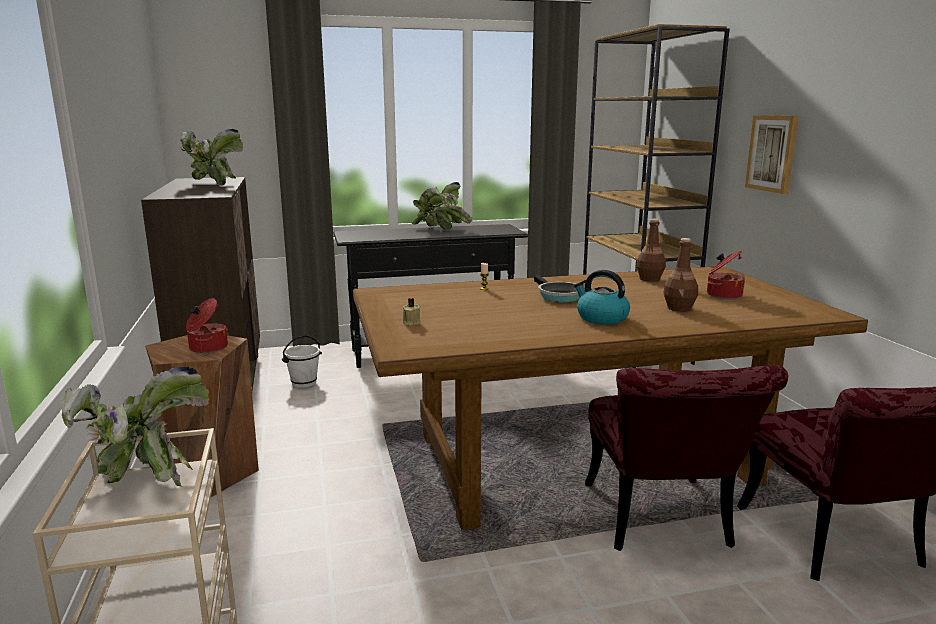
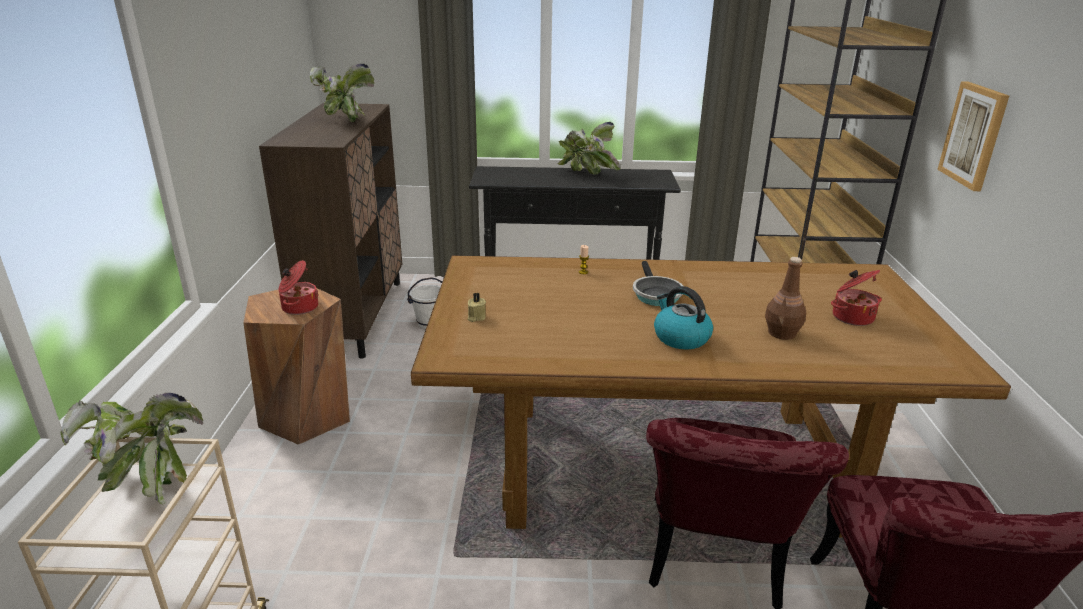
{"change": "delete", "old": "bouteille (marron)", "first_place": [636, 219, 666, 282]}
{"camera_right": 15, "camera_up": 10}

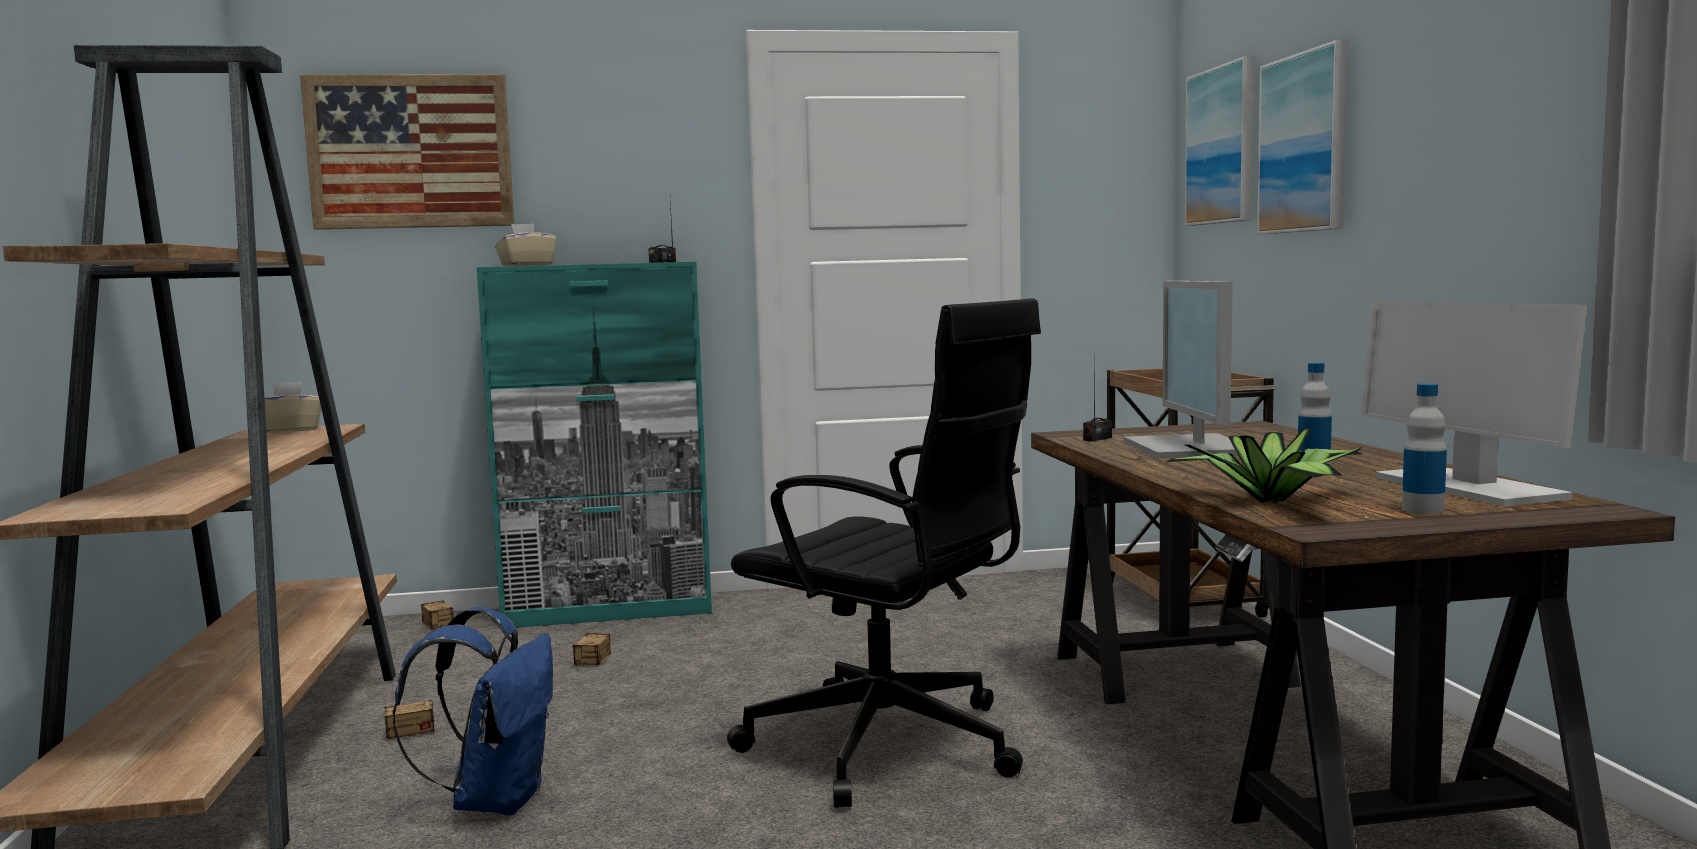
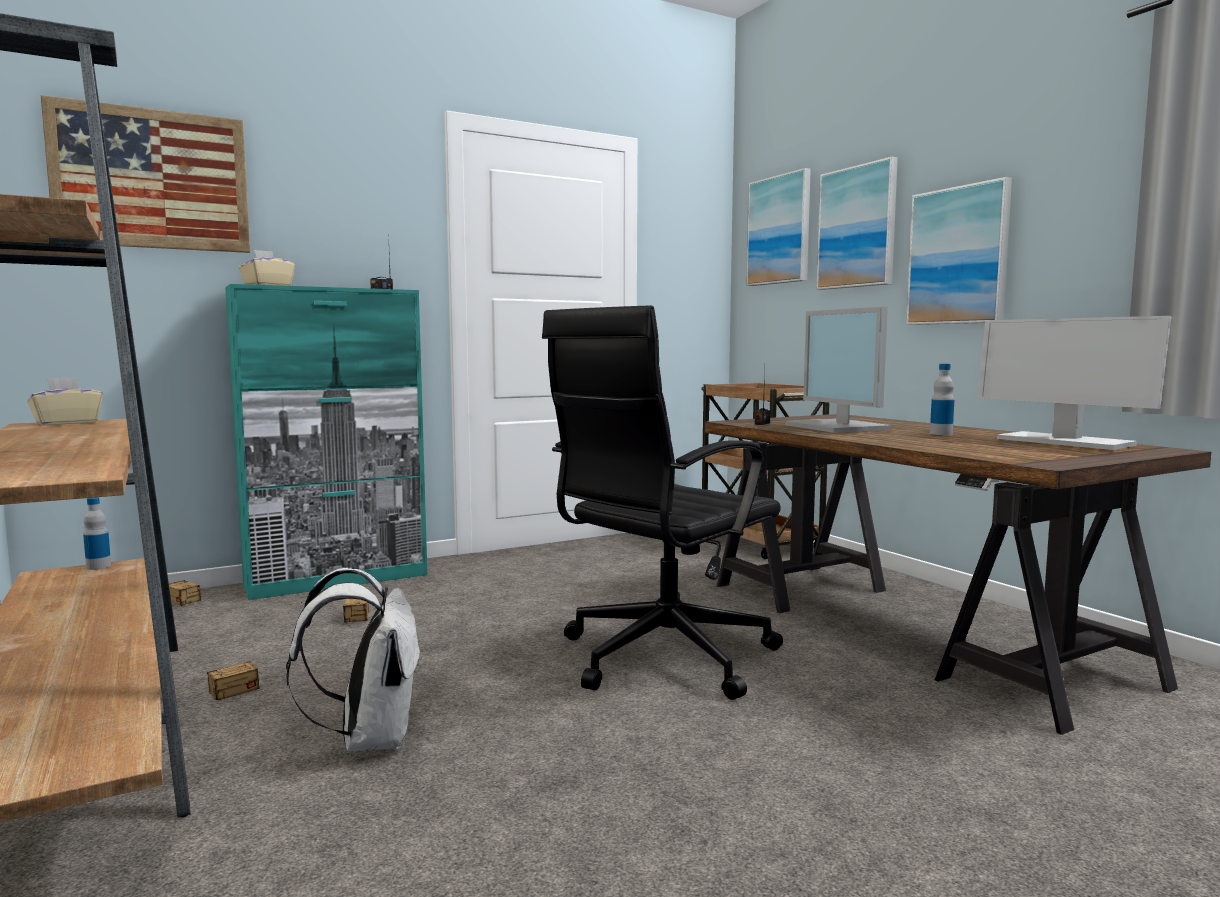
{"change": "delete", "old": "plante en pot", "first_place": [1166, 428, 1362, 504]}
{"change": "insert", "new": "tableau", "second_place": [906, 177, 1012, 325]}
{"change": "move", "old": "bouteille", "first_place": [1402, 383, 1447, 514], "second_place": [83, 497, 111, 570]}
{"change": "recolor", "old": "sac à dos (bleu)", "new": "sac à dos (blanc)", "first_place": [393, 607, 553, 815], "second_place": [286, 568, 422, 752]}
{"change": "rotate", "old": "chaise de bureau (noir)", "first_place": [727, 298, 1041, 808], "second_place": [542, 305, 783, 700], "degrees": 120}
{"camera_right": -20, "camera_up": 0}

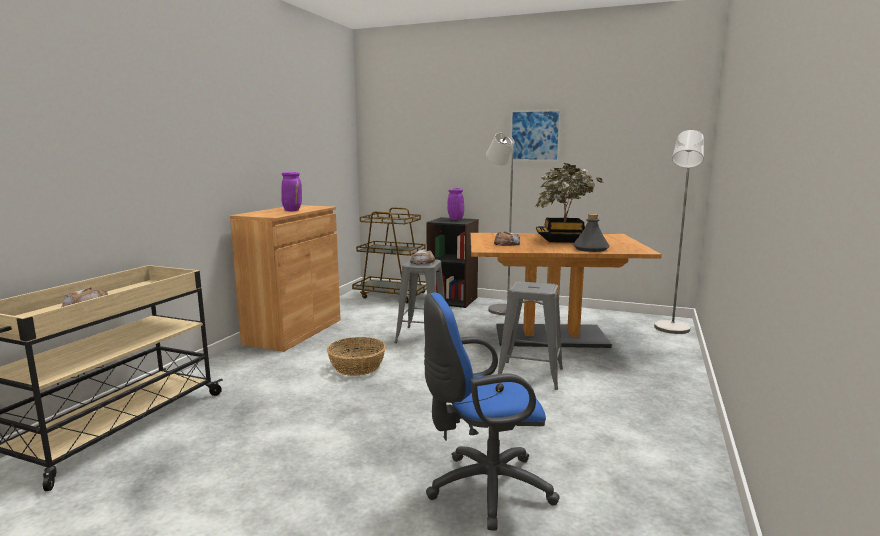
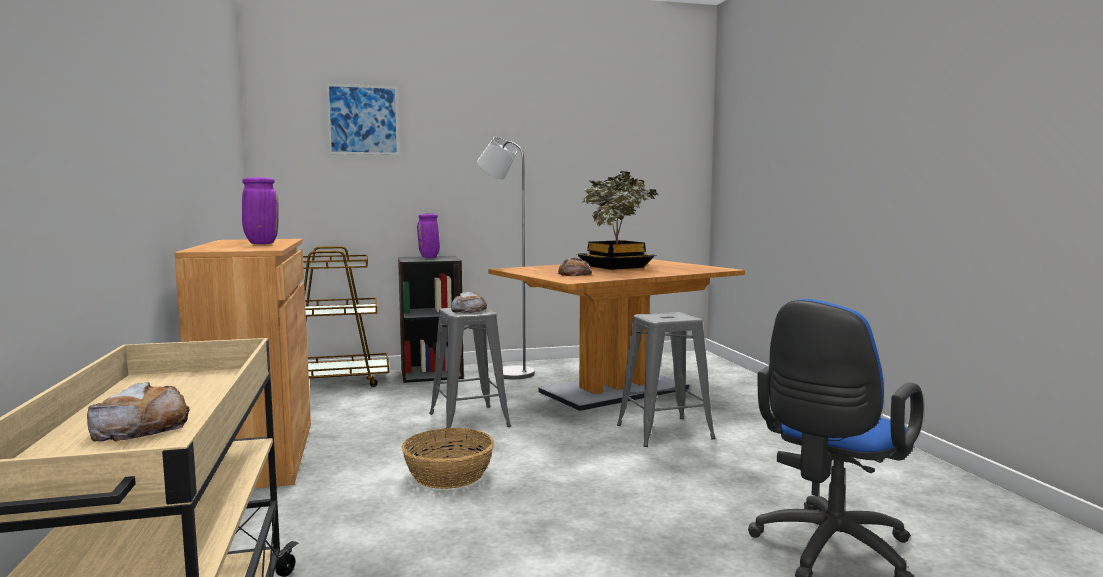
{"change": "delete", "old": "bouteille (gris)", "first_place": [573, 214, 610, 252]}
{"change": "delete", "old": "lampadaire (gris)", "first_place": [654, 130, 704, 334]}
{"change": "move", "old": "tableau", "first_place": [510, 109, 561, 161], "second_place": [326, 84, 399, 155]}
{"camera_right": -35, "camera_up": -5}

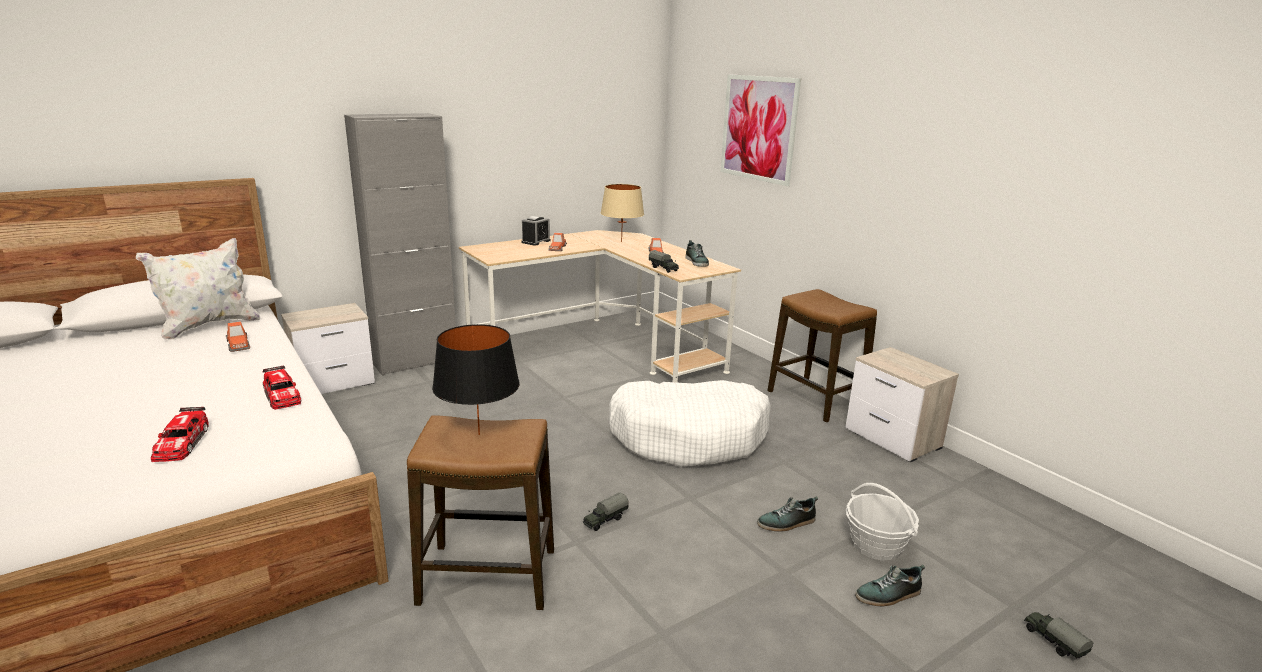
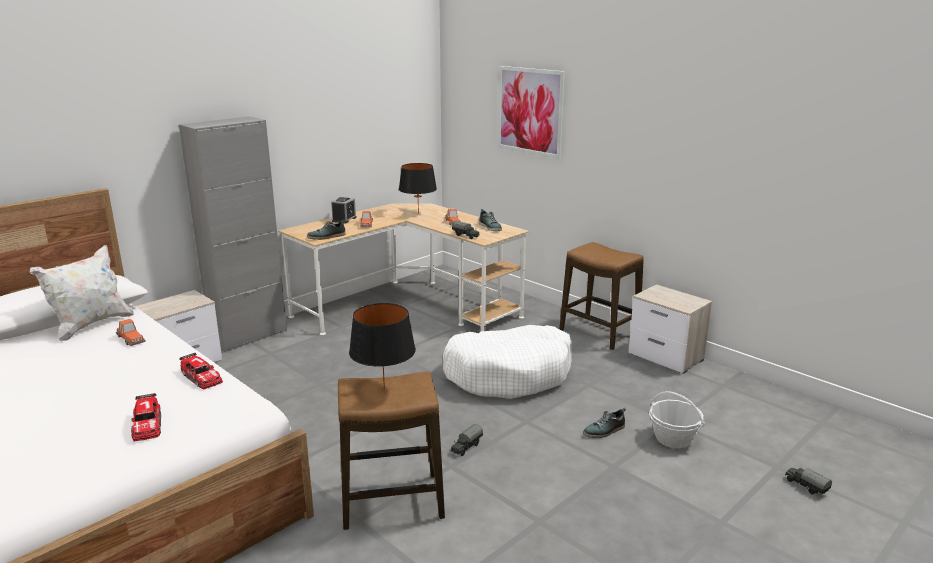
{"change": "move", "old": "chaussure", "first_place": [855, 565, 925, 606], "second_place": [307, 220, 346, 240]}
{"change": "recolor", "old": "lampe de table (beige)", "new": "lampe de table (noir)", "first_place": [601, 184, 644, 242], "second_place": [399, 163, 437, 214]}
{"camera_right": -10, "camera_up": 0}

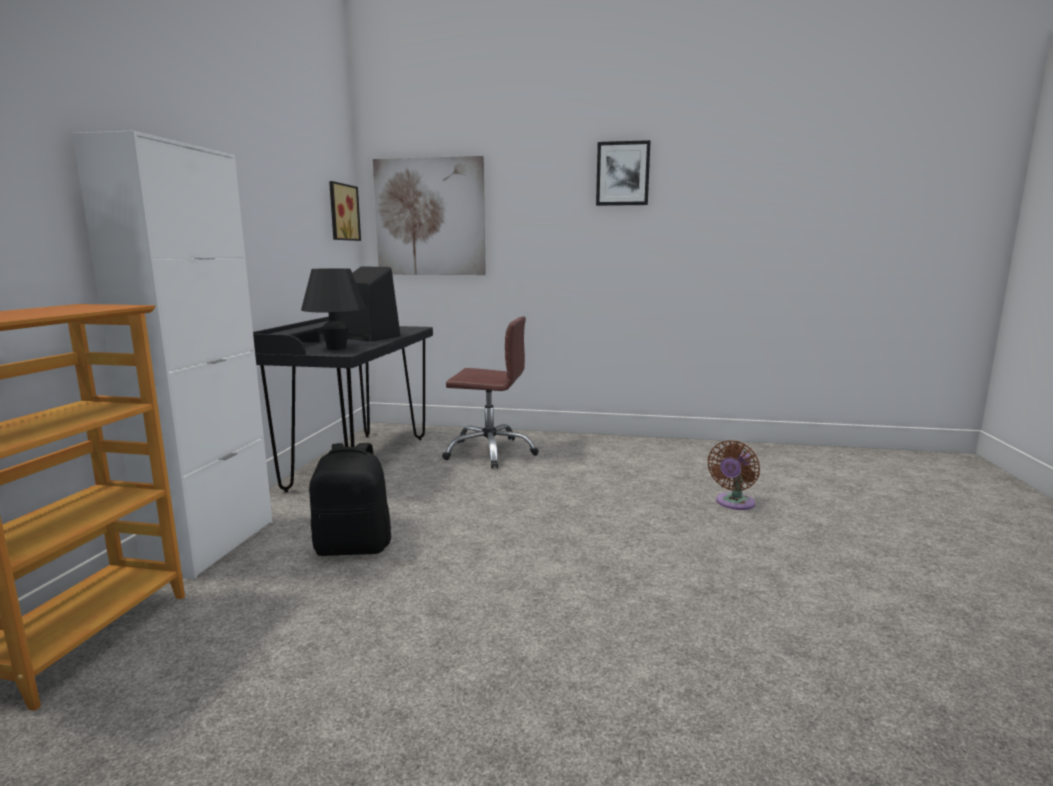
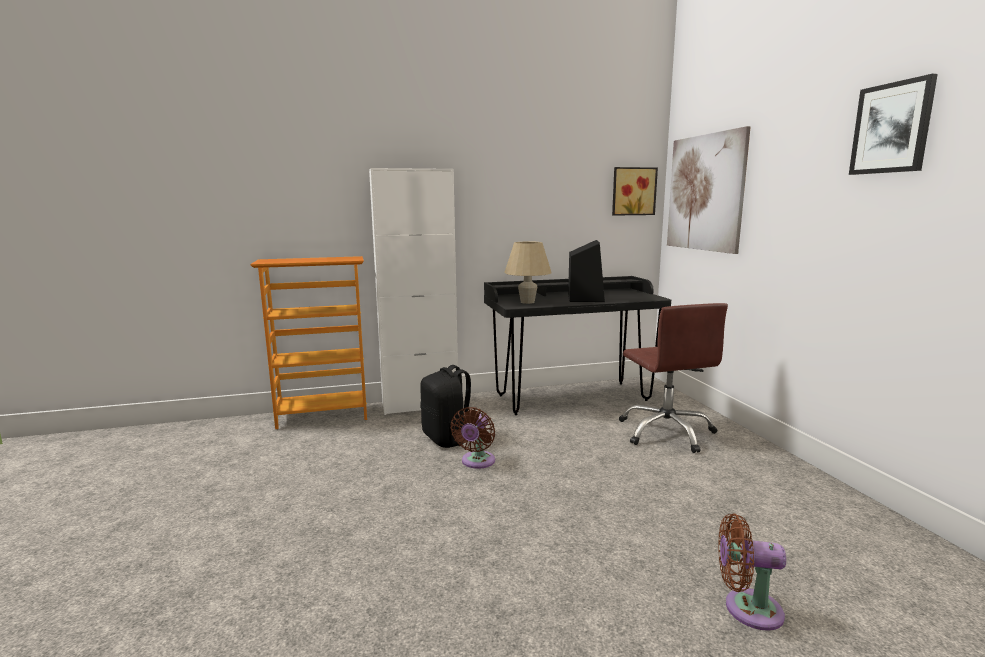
{"change": "insert", "new": "ventilateur (marron)", "second_place": [450, 407, 495, 469]}
{"change": "recolor", "old": "lampe de table (noir)", "new": "lampe de table (beige)", "first_place": [301, 268, 366, 350], "second_place": [504, 242, 552, 304]}
{"camera_right": 65, "camera_up": 0}

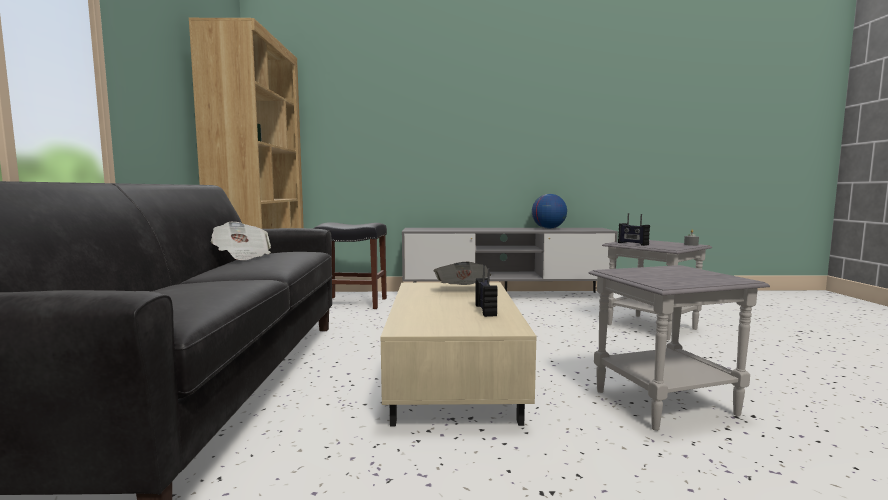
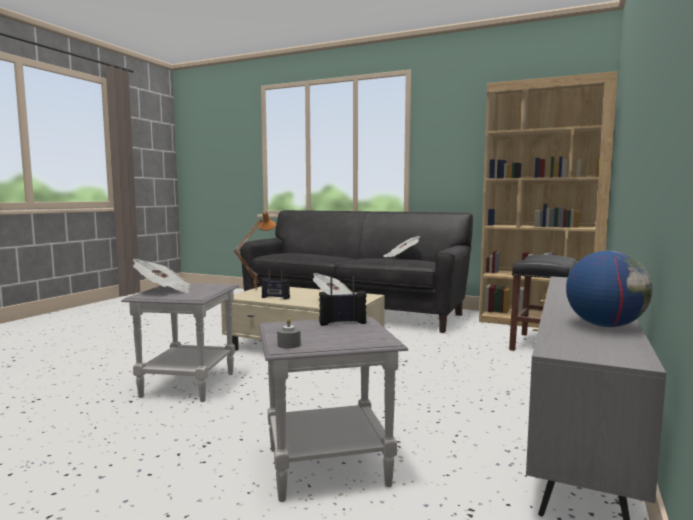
{"change": "insert", "new": "journal", "second_place": [133, 259, 190, 293]}
{"change": "insert", "new": "lampe de table (orange)", "second_place": [234, 211, 276, 291]}
{"camera_right": 115, "camera_up": 0}

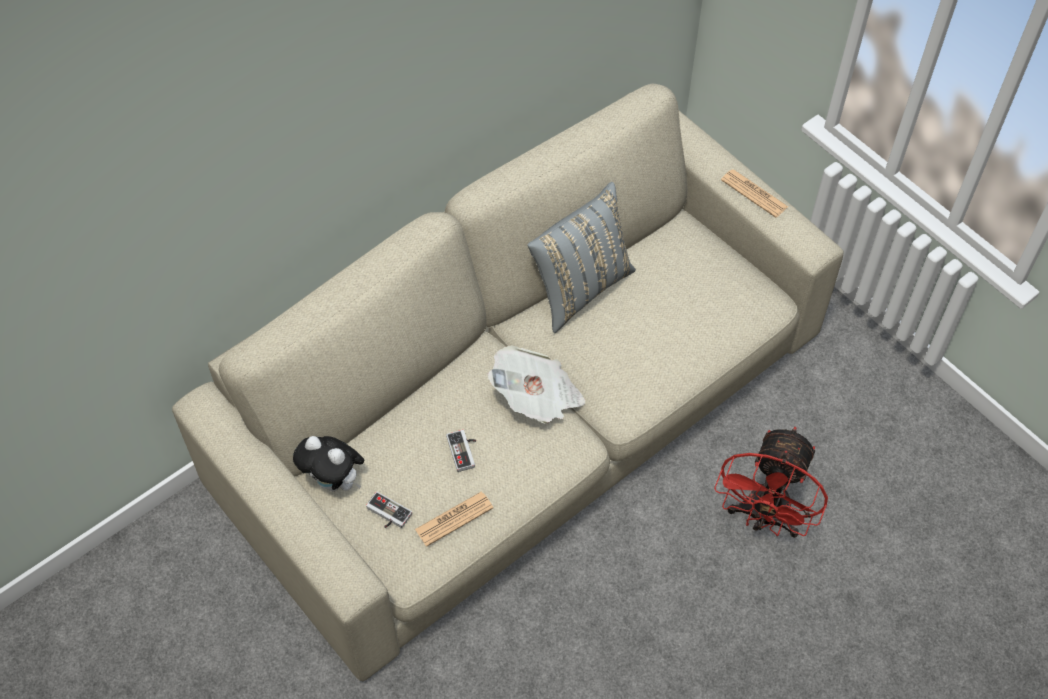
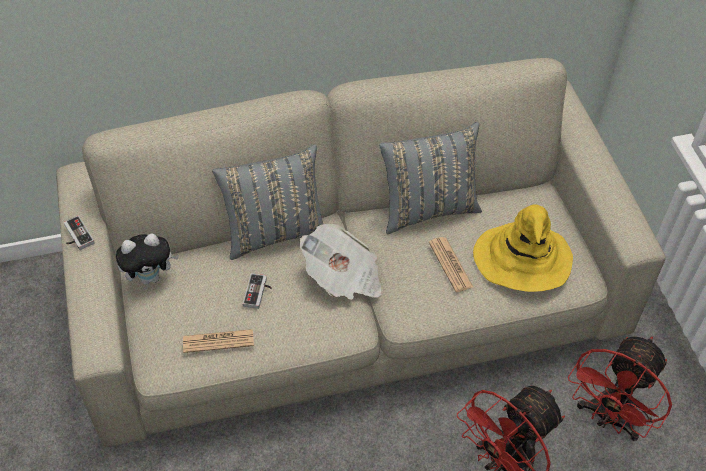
{"change": "insert", "new": "coussin (gris)", "second_place": [212, 144, 323, 260]}
{"change": "insert", "new": "chapeau (jaune)", "second_place": [473, 204, 573, 292]}
{"change": "insert", "new": "ventilateur (rouge)", "second_place": [568, 337, 672, 441]}
{"change": "move", "old": "manette", "first_place": [366, 491, 412, 528], "second_place": [64, 215, 95, 250]}
{"change": "move", "old": "journal", "first_place": [721, 169, 788, 218], "second_place": [429, 237, 473, 292]}
{"change": "rotate", "old": "peluche", "first_place": [293, 436, 364, 491], "second_place": [116, 234, 179, 285], "degrees": -75}
{"camera_right": 25, "camera_up": -5}

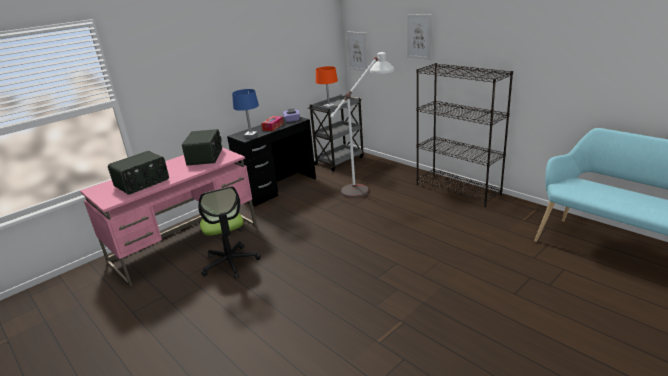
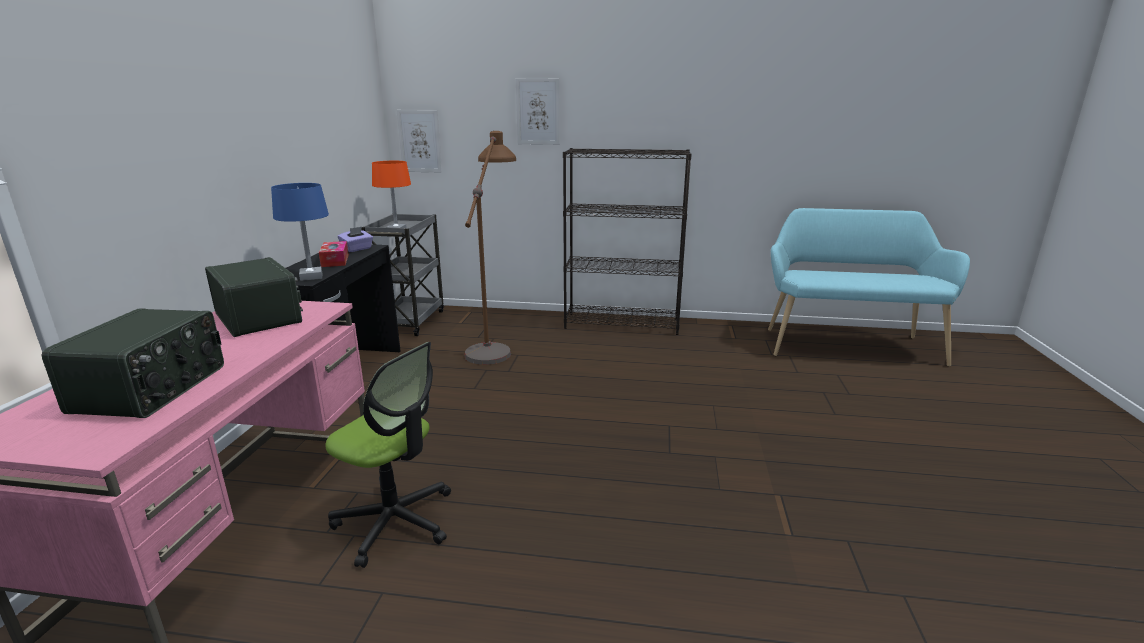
{"change": "recolor", "old": "lampadaire (blanc)", "new": "lampadaire (marron)", "first_place": [330, 52, 394, 199], "second_place": [464, 131, 516, 365]}
{"camera_right": -40, "camera_up": -5}

